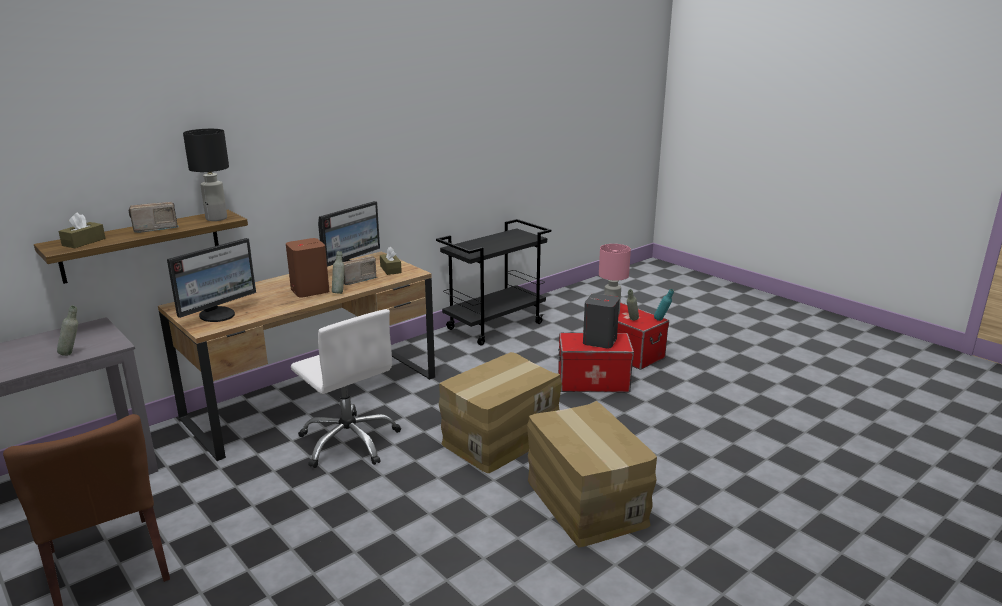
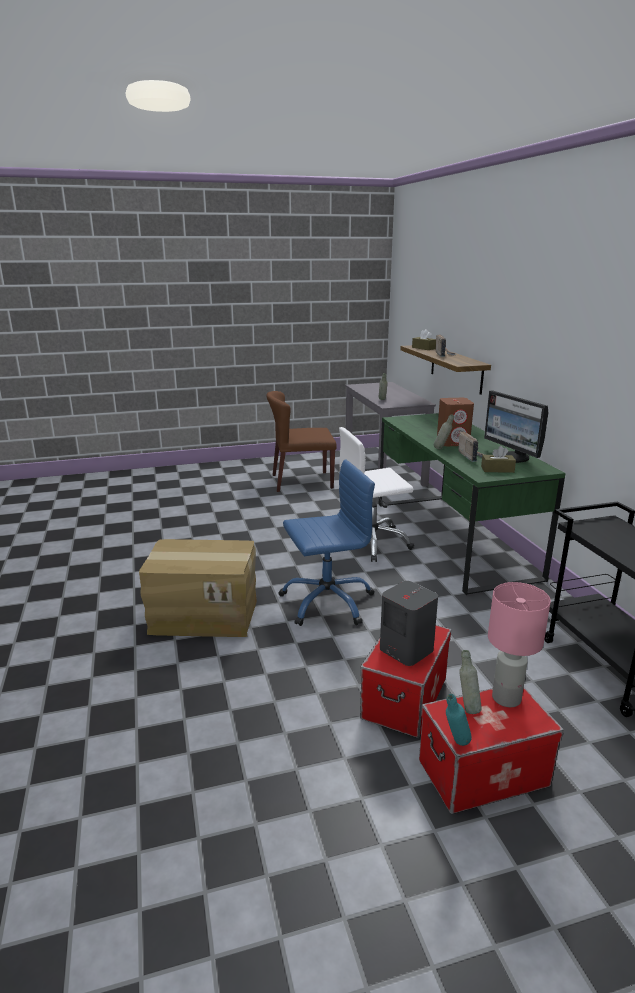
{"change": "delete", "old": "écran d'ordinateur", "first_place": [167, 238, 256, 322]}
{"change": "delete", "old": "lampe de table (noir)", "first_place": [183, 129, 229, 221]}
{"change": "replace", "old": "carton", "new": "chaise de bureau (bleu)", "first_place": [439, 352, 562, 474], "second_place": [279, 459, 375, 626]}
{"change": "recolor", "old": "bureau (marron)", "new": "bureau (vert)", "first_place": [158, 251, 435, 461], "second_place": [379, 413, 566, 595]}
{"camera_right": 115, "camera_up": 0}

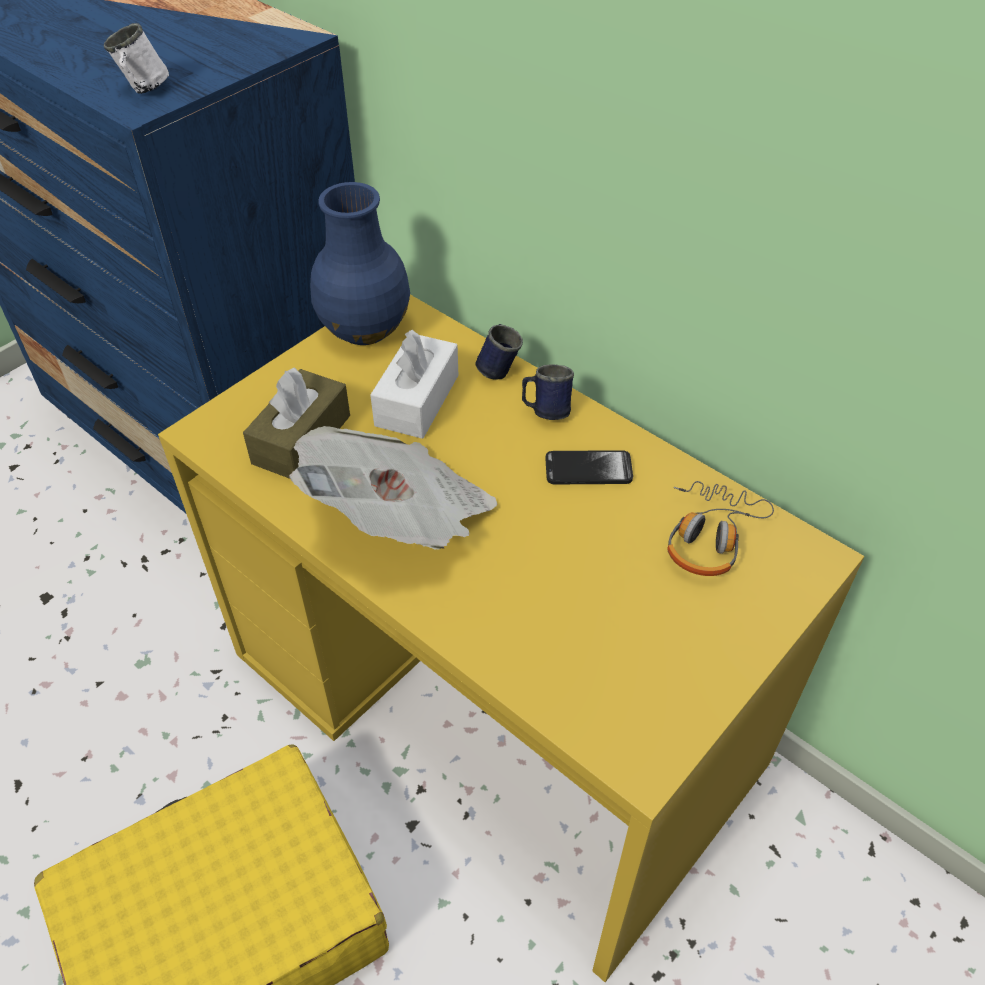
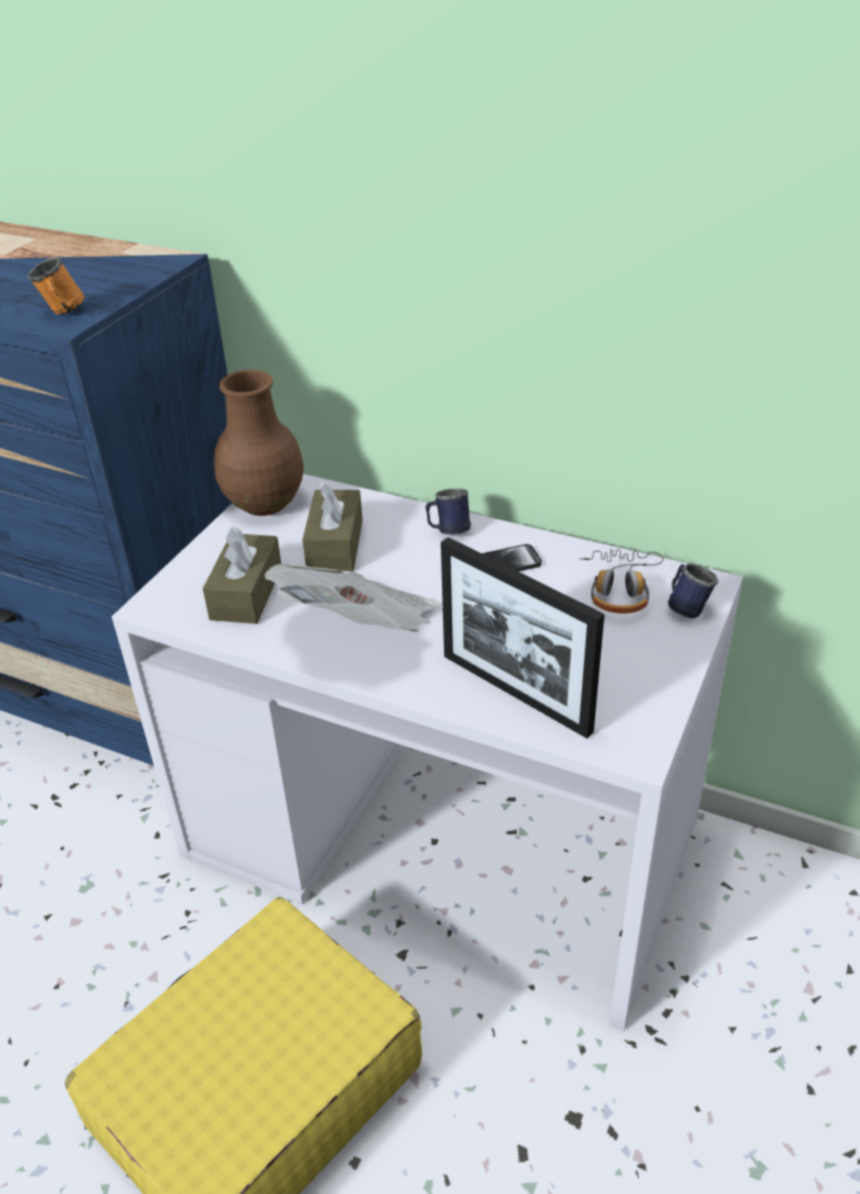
{"change": "insert", "new": "cadre photo", "second_place": [441, 537, 605, 738]}
{"change": "move", "old": "mug (bleu)", "first_place": [475, 324, 523, 380], "second_place": [668, 563, 719, 618]}
{"change": "recolor", "old": "mug (blanc)", "new": "mug (orange)", "first_place": [104, 23, 169, 94], "second_place": [28, 257, 85, 315]}
{"change": "recolor", "old": "bureau (jaune)", "new": "bureau (blanc)", "first_place": [158, 295, 864, 982], "second_place": [112, 474, 743, 1031]}
{"change": "recolor", "old": "vase (bleu)", "new": "vase (marron)", "first_place": [310, 182, 410, 345], "second_place": [214, 370, 304, 516]}
{"change": "recolor", "old": "boîte à mouchoirs (blanc)", "new": "boîte à mouchoirs (marron)", "first_place": [370, 329, 458, 439], "second_place": [302, 480, 363, 571]}
{"camera_right": -15, "camera_up": -10}

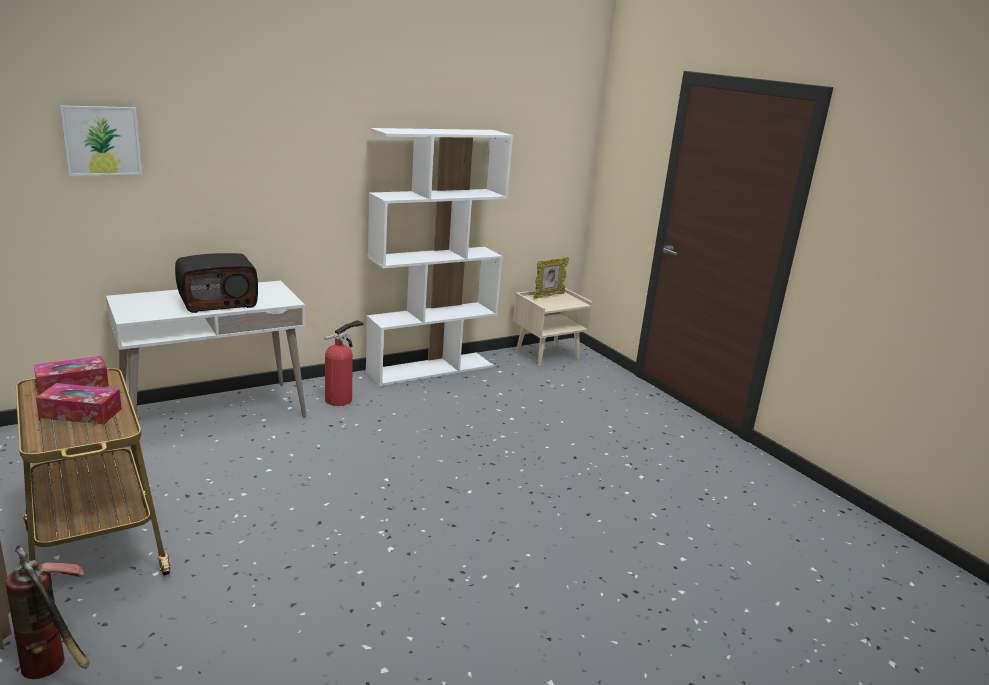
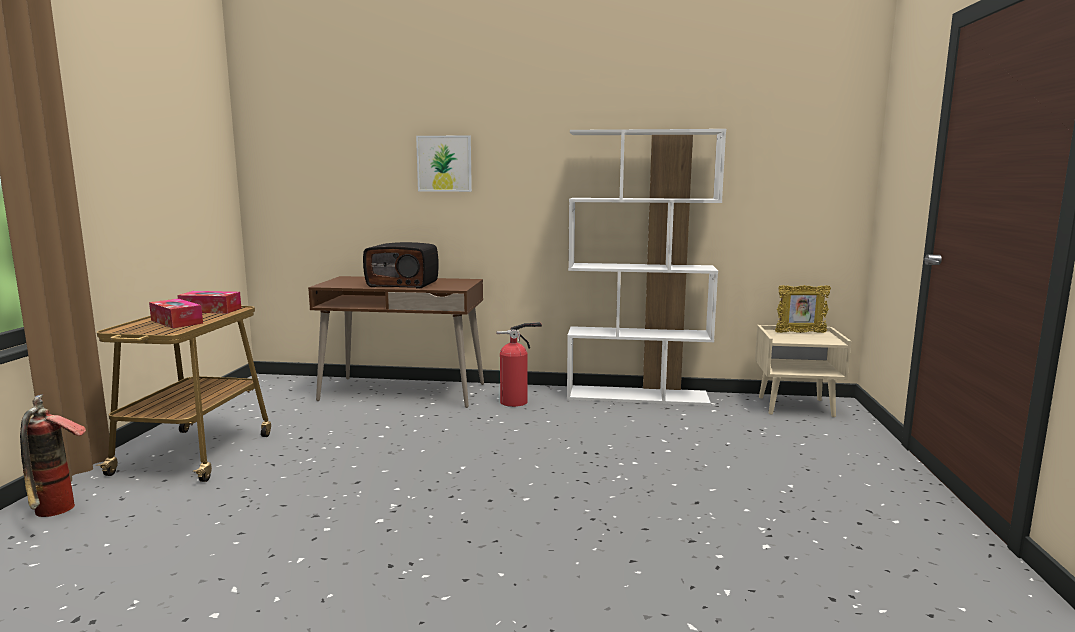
{"change": "move", "old": "tableau", "first_place": [60, 105, 142, 176], "second_place": [416, 135, 472, 192]}
{"change": "recolor", "old": "bureau (blanc)", "new": "bureau (marron)", "first_place": [106, 281, 306, 447], "second_place": [308, 276, 484, 408]}
{"camera_right": 40, "camera_up": -10}

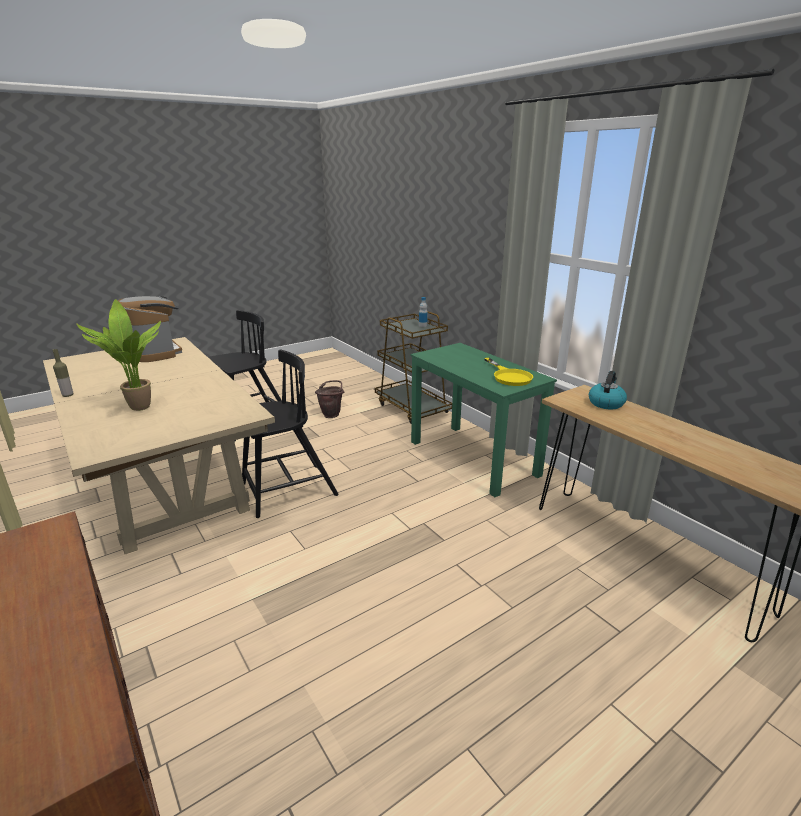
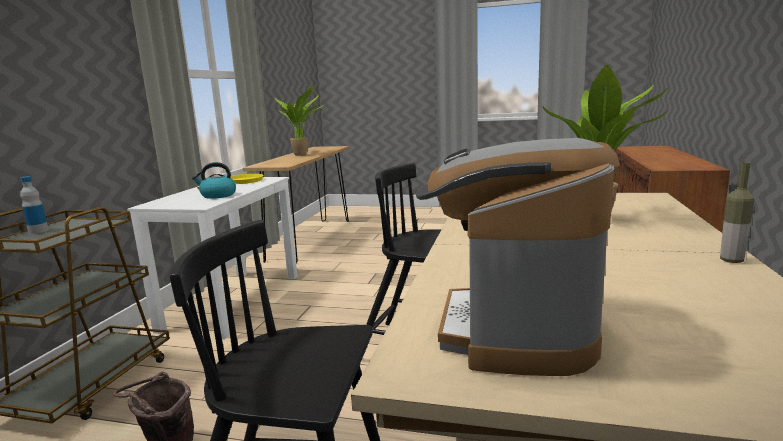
{"change": "insert", "new": "plante en pot", "second_place": [274, 86, 325, 156]}
{"change": "move", "old": "bouilloire", "first_place": [589, 371, 627, 410], "second_place": [192, 162, 236, 199]}
{"change": "recolor", "old": "bureau (vert)", "new": "bureau (blanc)", "first_place": [411, 343, 557, 497], "second_place": [127, 177, 298, 340]}
{"camera_right": -130, "camera_up": -10}

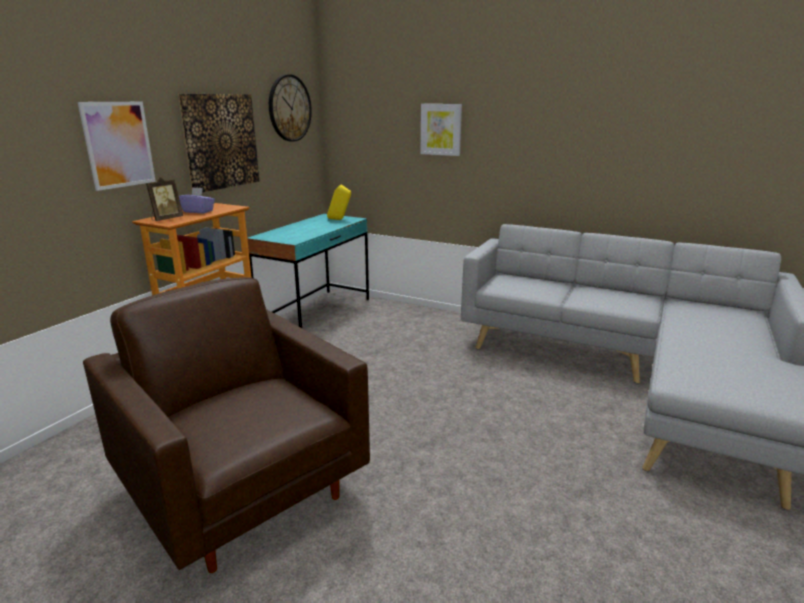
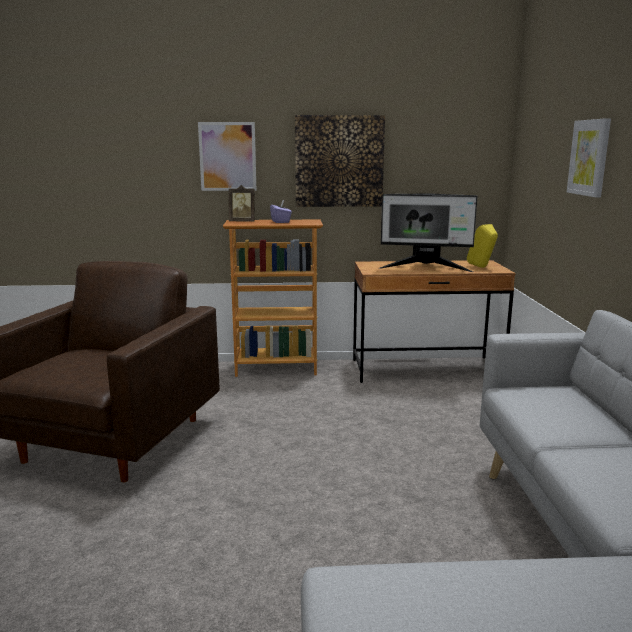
{"change": "delete", "old": "horloge murale", "first_place": [269, 74, 312, 142]}
{"change": "insert", "new": "écran d'ordinateur", "second_place": [379, 194, 477, 272]}
{"change": "recolor", "old": "bureau (turquoise)", "new": "bureau (marron)", "first_place": [247, 214, 369, 328], "second_place": [353, 260, 515, 383]}
{"camera_right": 60, "camera_up": -5}

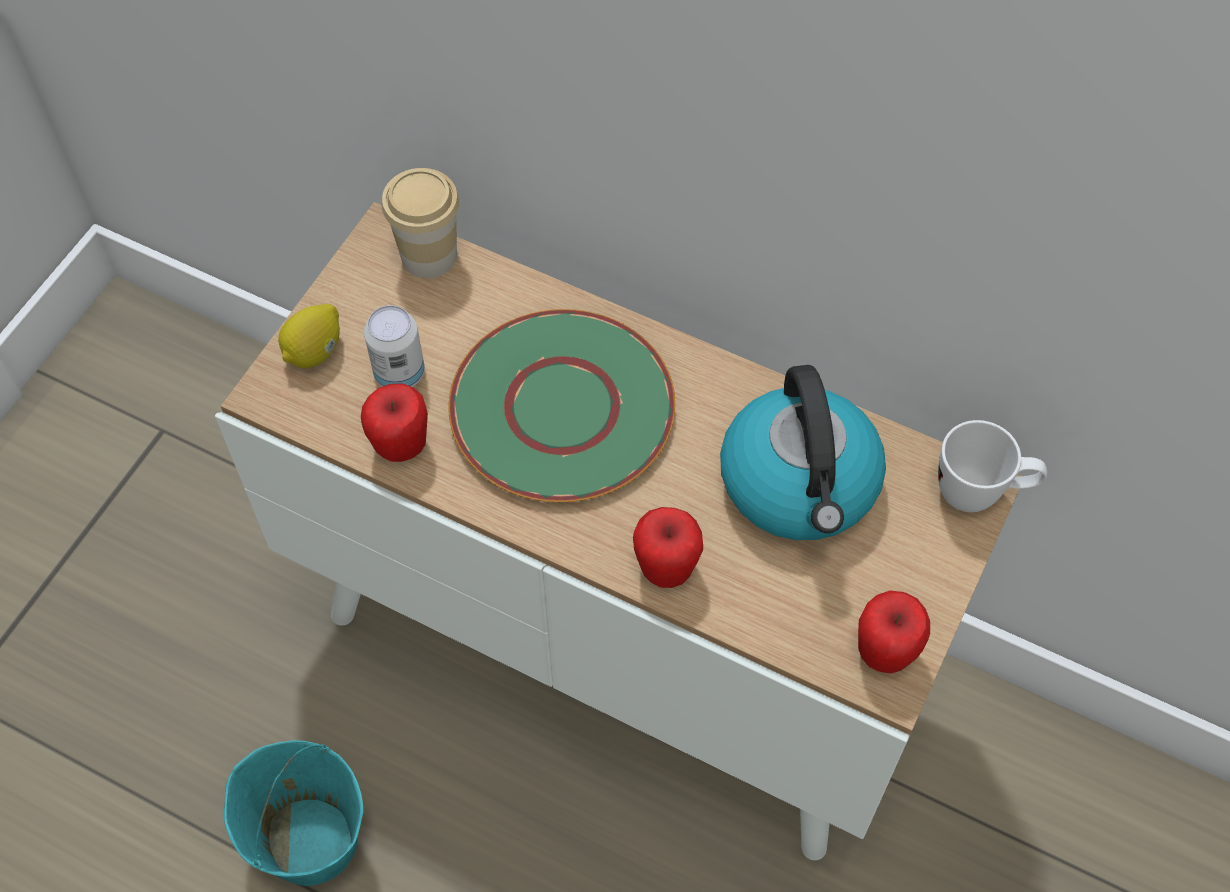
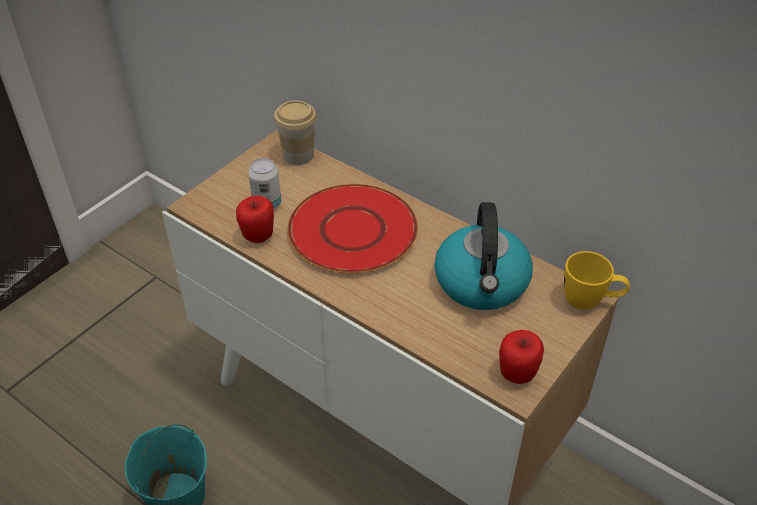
{"change": "delete", "old": "citron", "first_place": [278, 304, 340, 368]}
{"change": "delete", "old": "pomme", "first_place": [633, 507, 703, 588]}
{"change": "recolor", "old": "assiette (vert)", "new": "assiette (rouge)", "first_place": [448, 309, 675, 502], "second_place": [288, 184, 418, 273]}
{"change": "recolor", "old": "mug (blanc)", "new": "mug (jaune)", "first_place": [938, 420, 1047, 512], "second_place": [564, 251, 630, 309]}
{"camera_right": 10, "camera_up": -15}

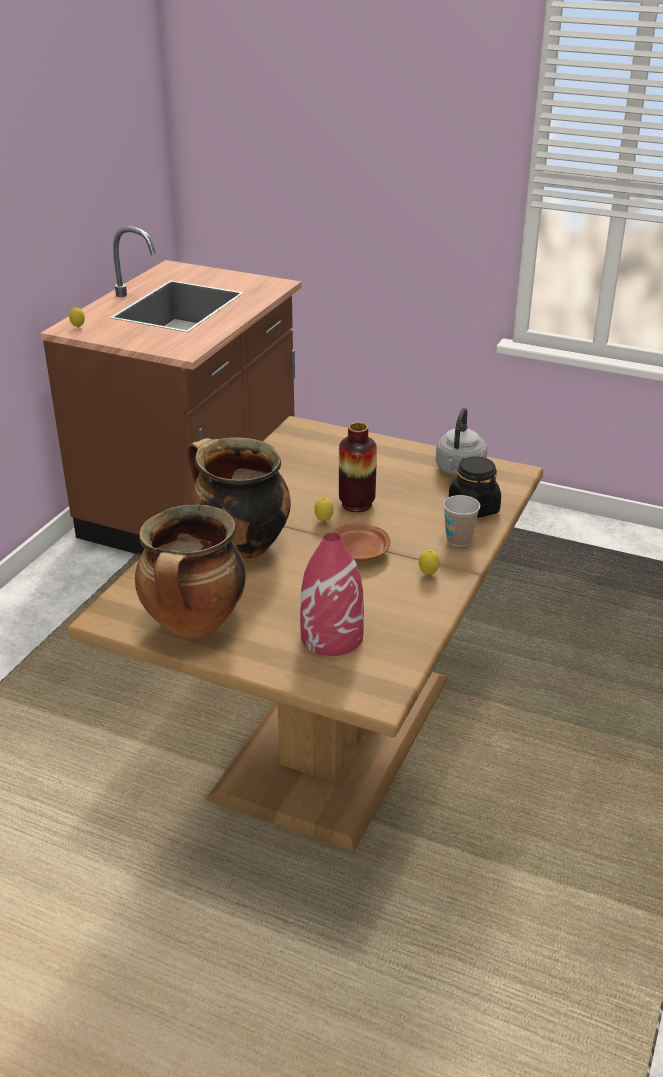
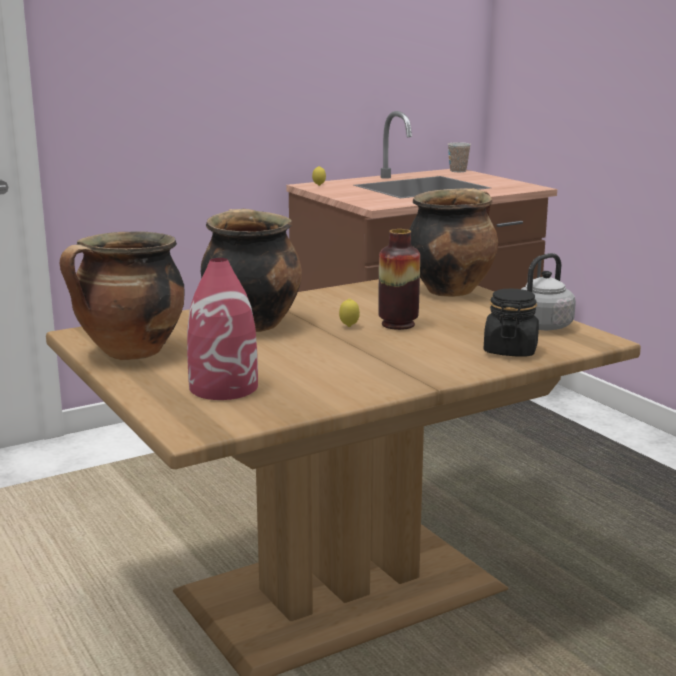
{"change": "delete", "old": "assiette (marron)", "first_place": [331, 524, 390, 561]}
{"change": "delete", "old": "citron", "first_place": [419, 550, 439, 575]}
{"change": "insert", "new": "marmite", "second_place": [409, 188, 498, 297]}
{"change": "move", "old": "tasse", "first_place": [443, 495, 480, 547], "second_place": [448, 142, 471, 172]}
{"camera_right": 35, "camera_up": -15}

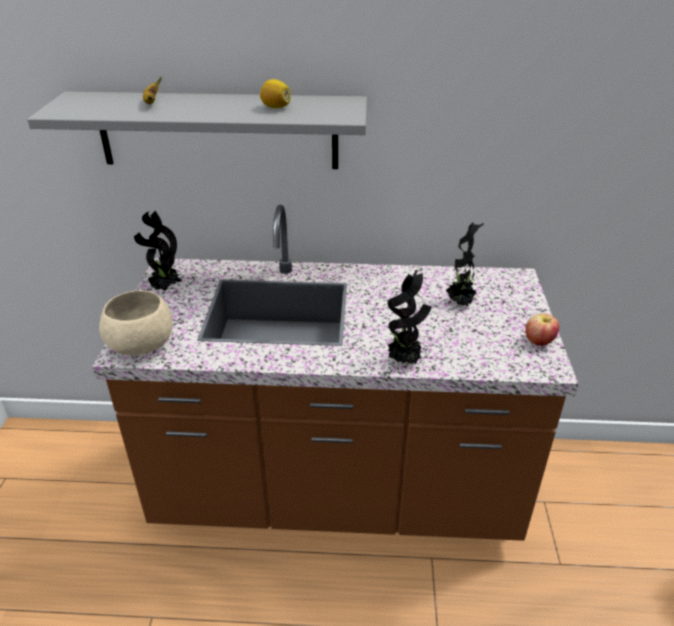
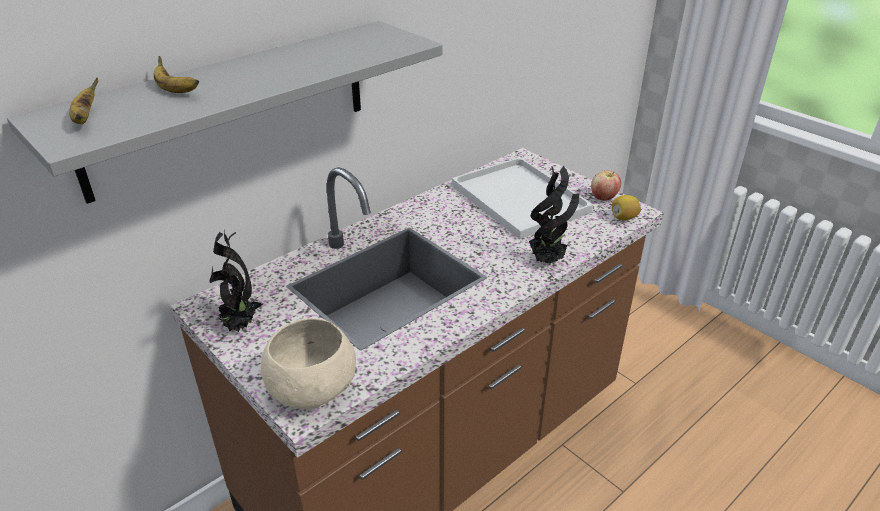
{"change": "insert", "new": "banane", "second_place": [69, 78, 98, 124]}
{"change": "move", "old": "citron", "first_place": [260, 79, 291, 108], "second_place": [612, 195, 641, 221]}
{"change": "replace", "old": "plante en pot", "new": "plateau (blanc)", "first_place": [446, 222, 484, 306], "second_place": [452, 157, 593, 239]}
{"camera_right": -45, "camera_up": 0}

